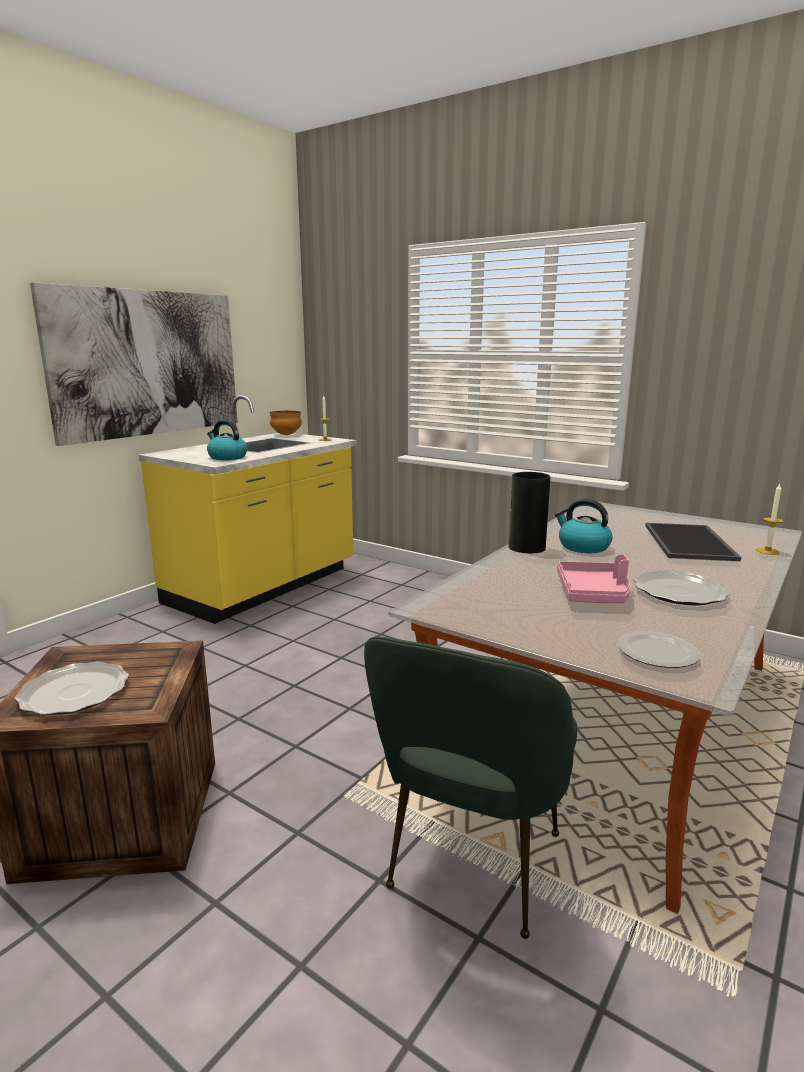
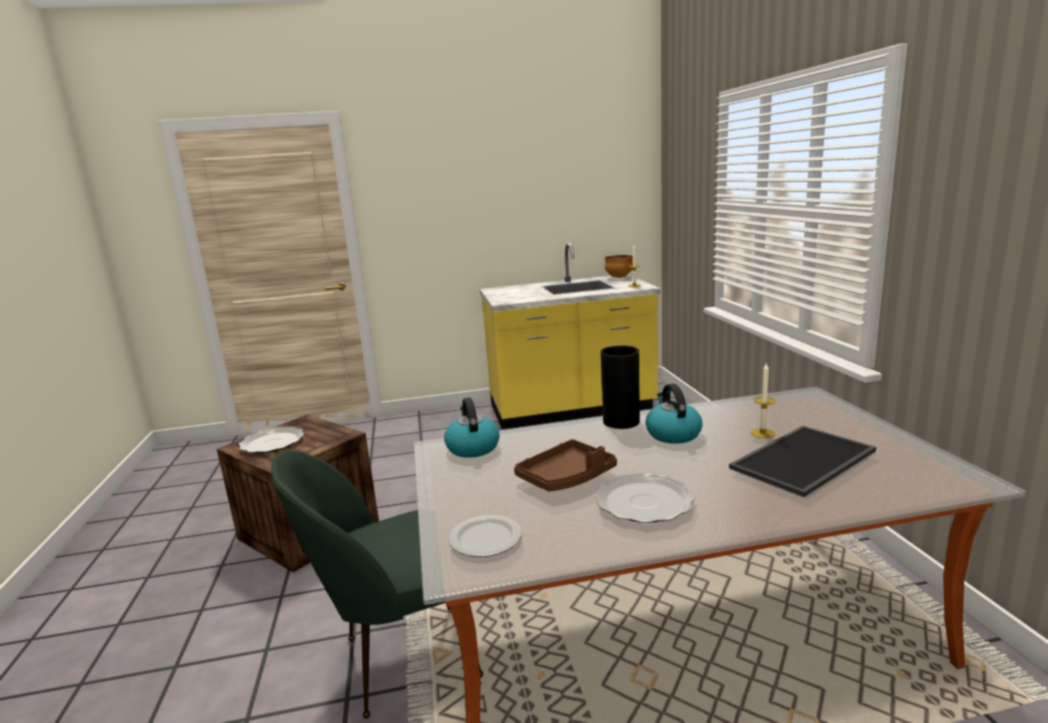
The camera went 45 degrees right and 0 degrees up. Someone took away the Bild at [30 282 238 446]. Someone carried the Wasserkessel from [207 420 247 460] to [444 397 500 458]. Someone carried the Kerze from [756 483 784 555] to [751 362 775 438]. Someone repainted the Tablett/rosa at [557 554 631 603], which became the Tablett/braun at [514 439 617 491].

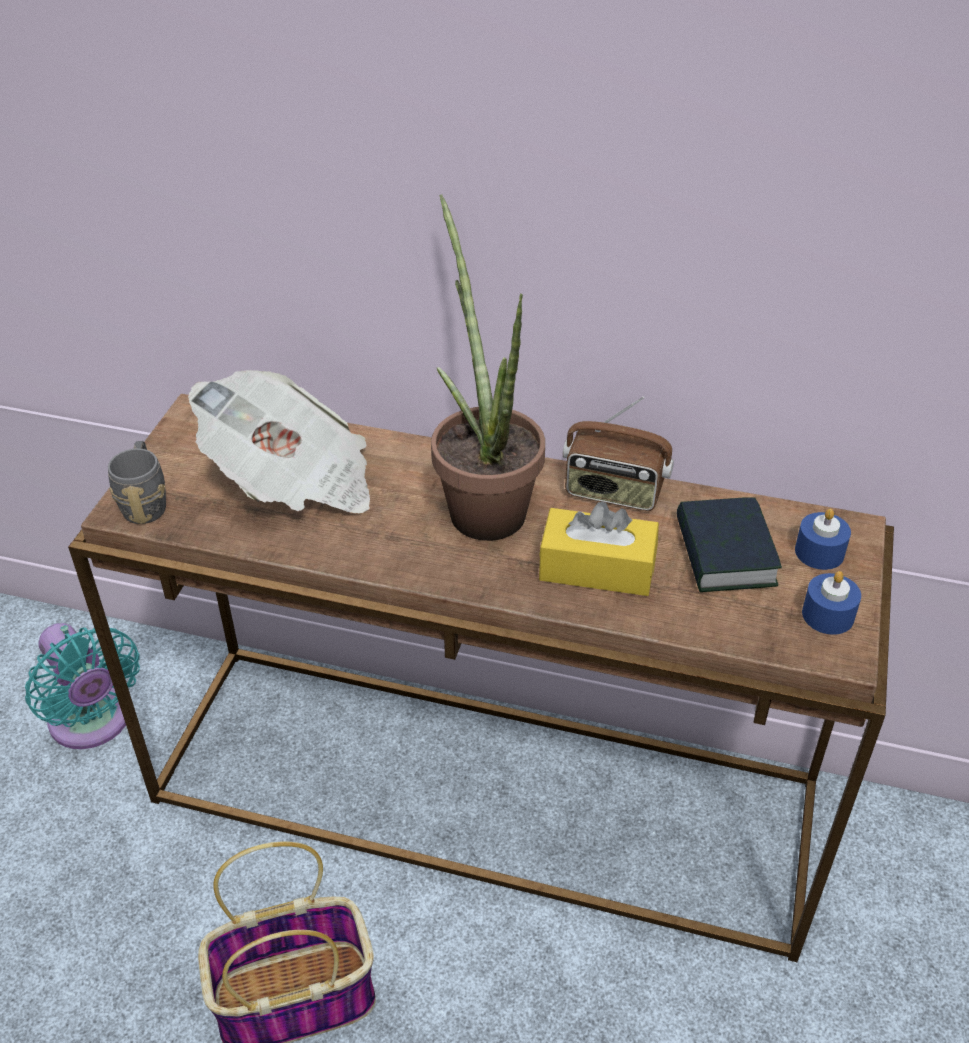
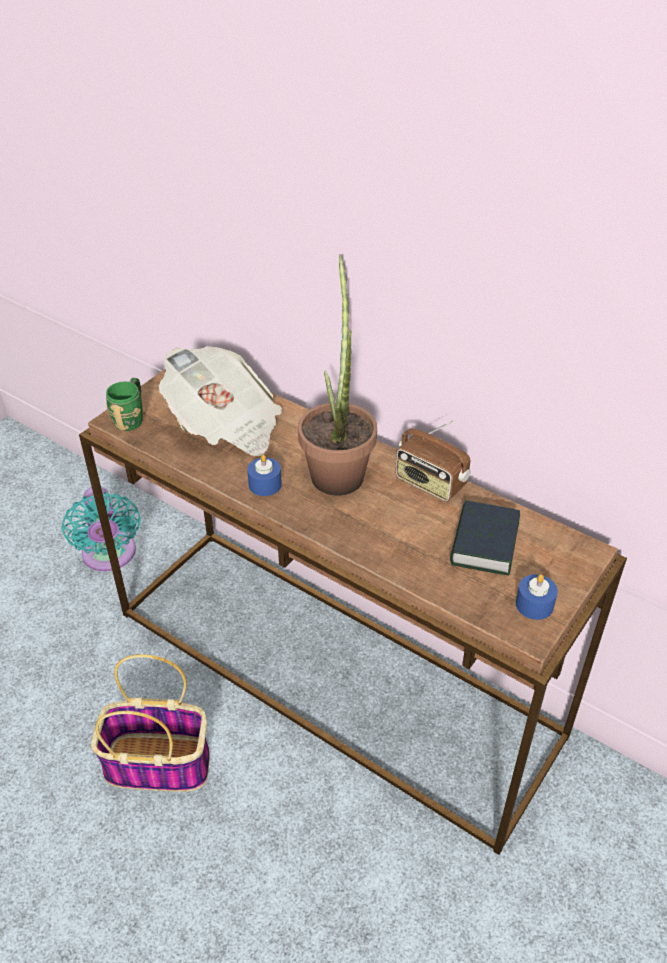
The camera went 20 degrees right and 0 degrees up. Someone took away the Taschentuchbox/gelb at [539 502 659 596]. Someone carried the Kerze/blau from [795 509 851 570] to [247 455 282 496]. Someone repainted the Henkelbecher/grau at [108 441 166 524], which became the Henkelbecher/grün at [106 378 143 431].

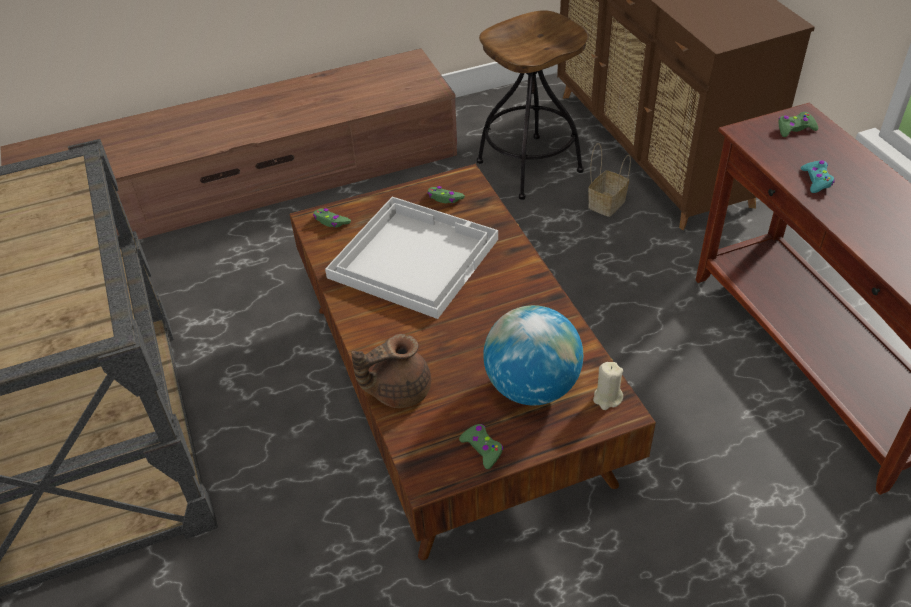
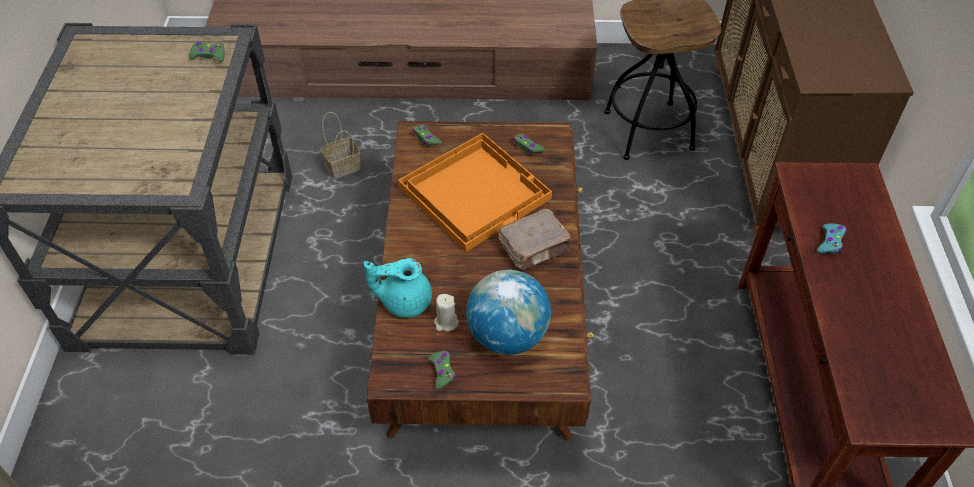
The camera went 20 degrees right and 5 degrees up. Someone put down the Buch/braun at [498 209 573 270]. Someone carried the Korb from [588 143 631 217] to [320 112 361 179]. Someone carried the Kerze/beige from [593 362 623 410] to [434 294 459 332]. Someone carried the Gamepad/grün from [778 112 818 137] to [189 41 224 62]. Someone repainted the Tablett/weiß at [325 197 498 319], which became the Tablett/orange at [398 133 552 252]. Someone repainted the Teekanne/braun at [351 334 431 408], which became the Teekanne/türkis at [364 258 432 318].

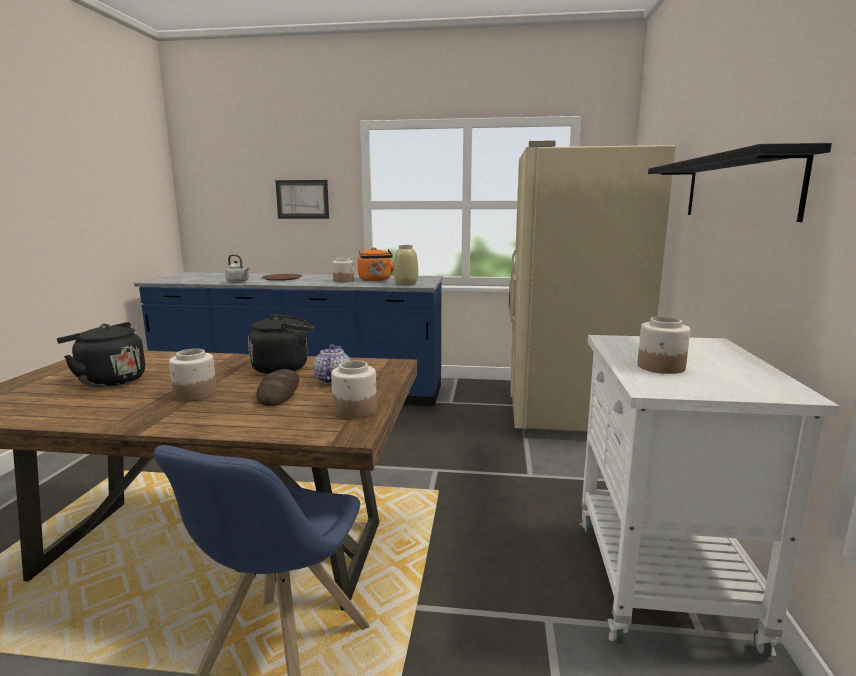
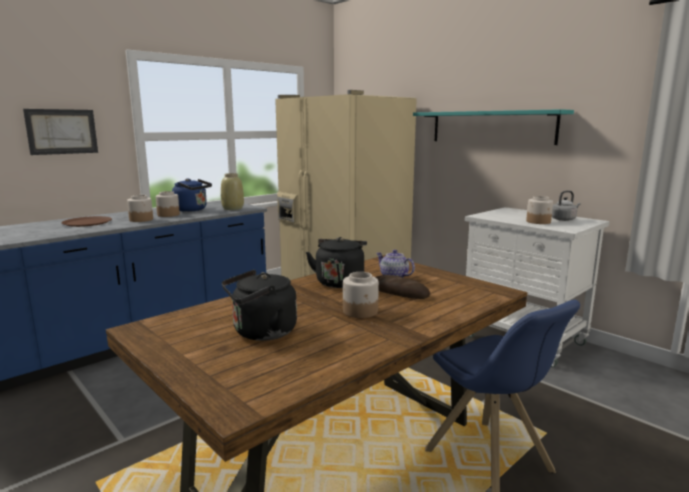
The camera went 50 degrees left and 0 degrees up. Someone carried the Wasserkessel/grau from [225 254 249 283] to [552 191 581 221]. Someone carried the Vorratsglas from [331 361 377 418] to [127 195 153 222]. Someone repainted the Wasserkessel/orange at [358 247 394 281], which became the Wasserkessel/blau at [172 178 212 212]. Someone repainted the Wandregal/schwarz at [648 143 832 222], which became the Wandregal/türkis at [413 109 574 145].

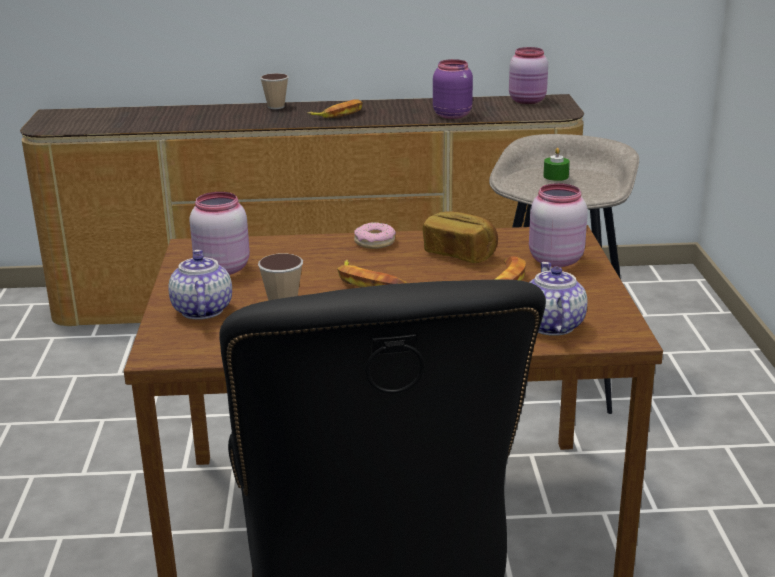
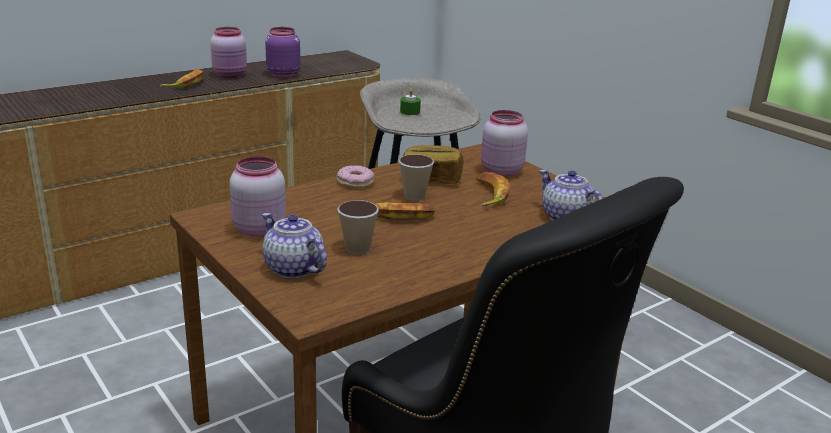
The camera went 35 degrees left and 0 degrees up. Someone carried the Tasse from [260 73 289 109] to [398 154 434 201]. Someone carried the Vorratsglas/rosa from [509 47 548 104] to [210 27 247 78].

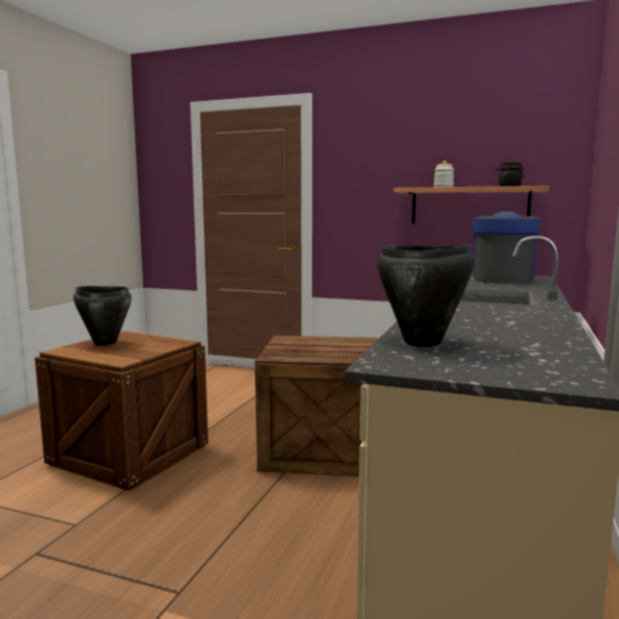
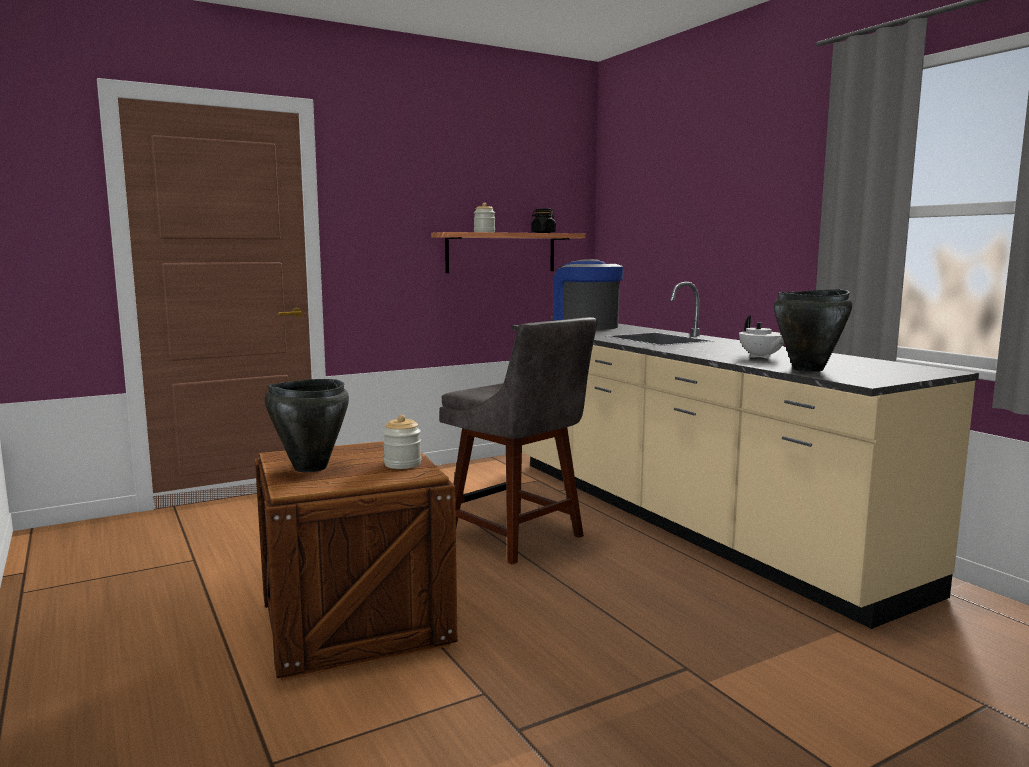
The camera went 50 degrees left and 0 degrees up. Someone put down the Vorratsglas at [383 415 421 469]. Someone put down the Teekanne/weiß at [739 315 784 359]. Someone swapped the Kiste at [255 335 378 477] for the Hocker/grau at [439 317 597 565].

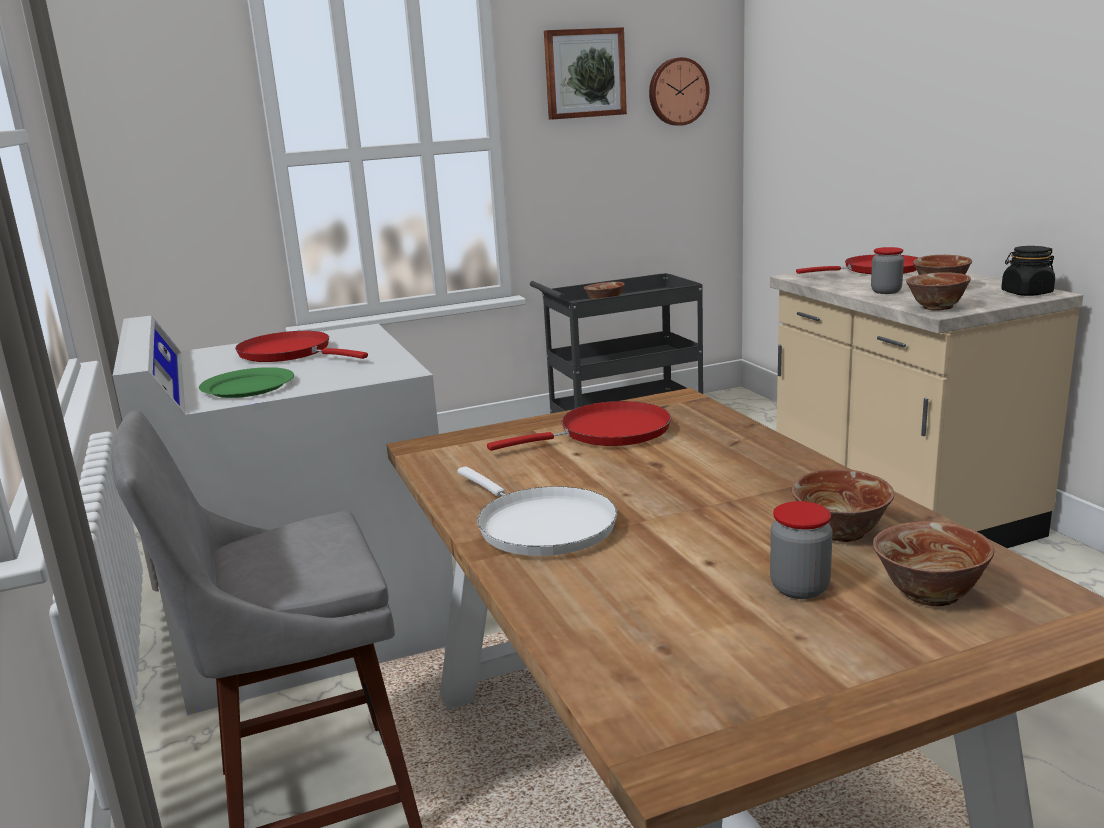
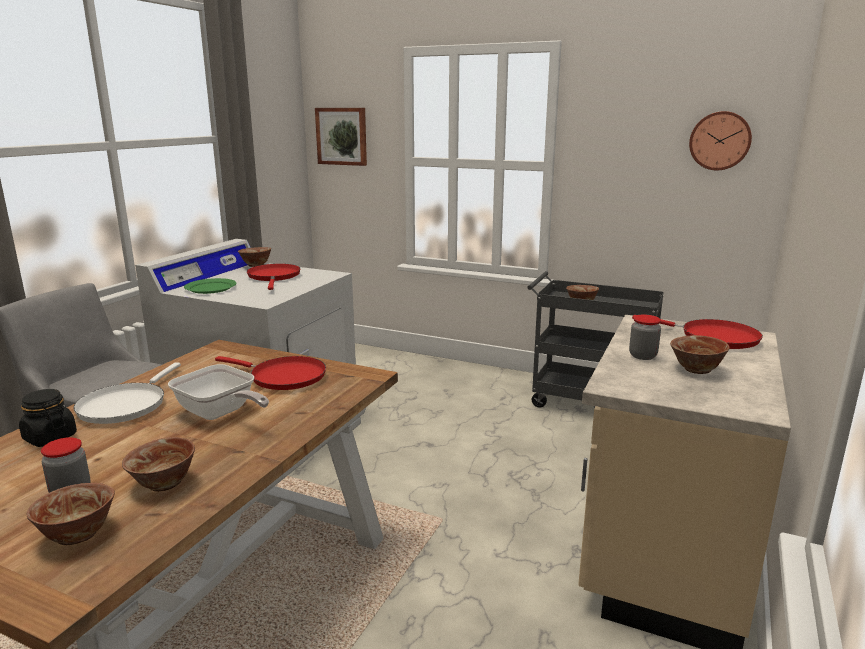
The camera went 45 degrees right and 0 degrees up. Someone put down the Pfanne at [168 364 269 420]. Someone carried the Bild from [544 27 627 120] to [315 108 367 166]. Someone carried the Schüssel from [906 272 971 311] to [238 247 271 267]. Someone carried the Vorratsglas/schwarz from [1001 246 1055 296] to [19 389 77 447].

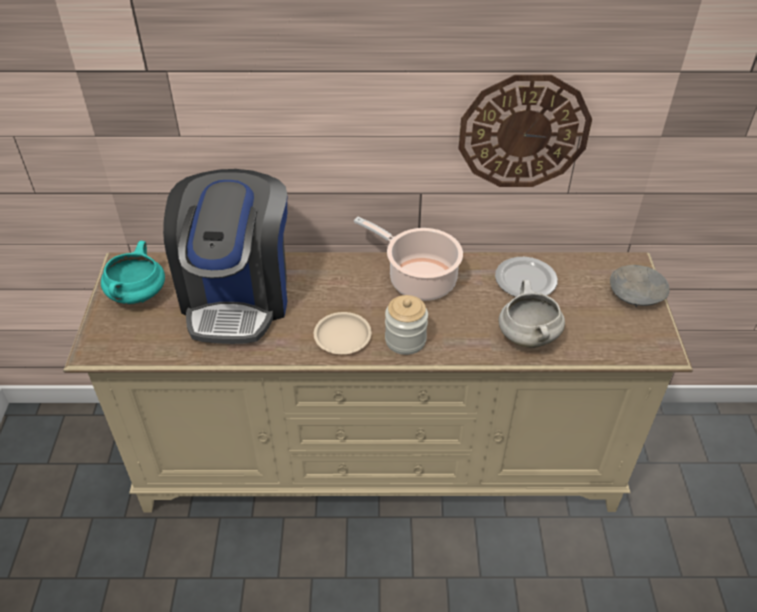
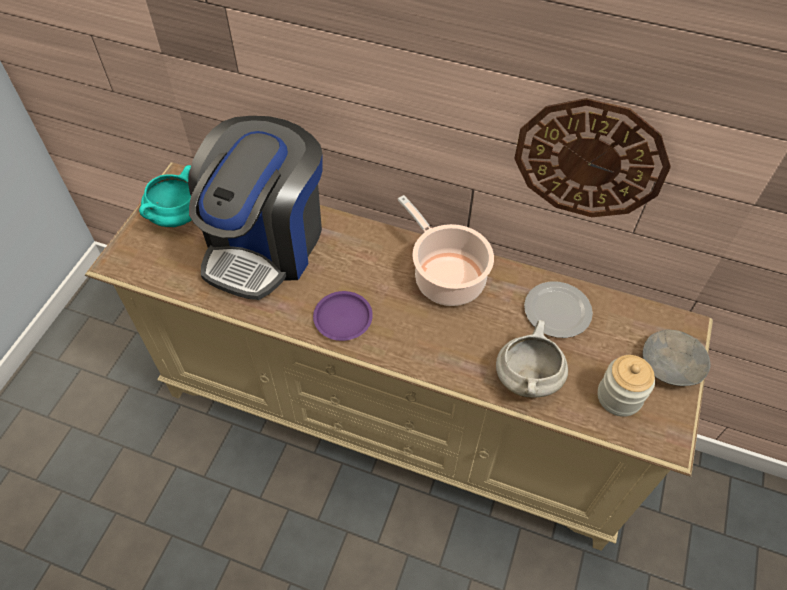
The camera went 20 degrees right and 10 degrees up. Someone carried the Vorratsglas from [385 295 428 355] to [598 355 655 417]. Someone repainted the Teller/beige at [314 312 372 354], which became the Teller/lila at [313 291 373 341].

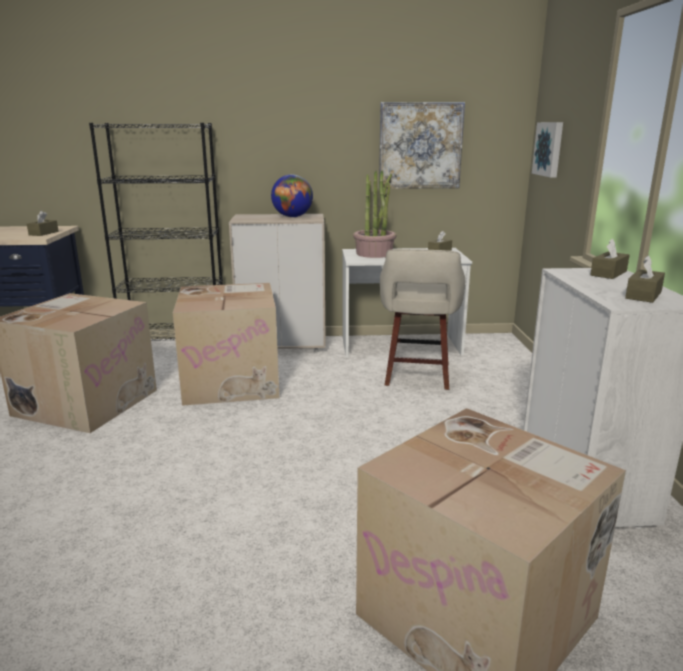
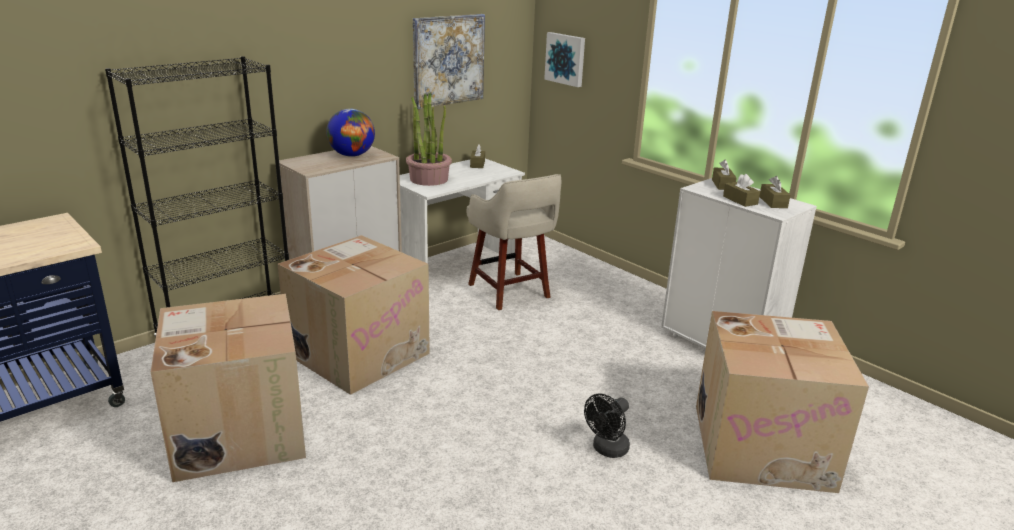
The camera went 40 degrees left and 5 degrees up. Someone put down the Ventilator/schwarz at [584 393 630 458]. Someone carried the Taschentuchbox/braun from [27 211 59 236] to [723 174 760 207].

